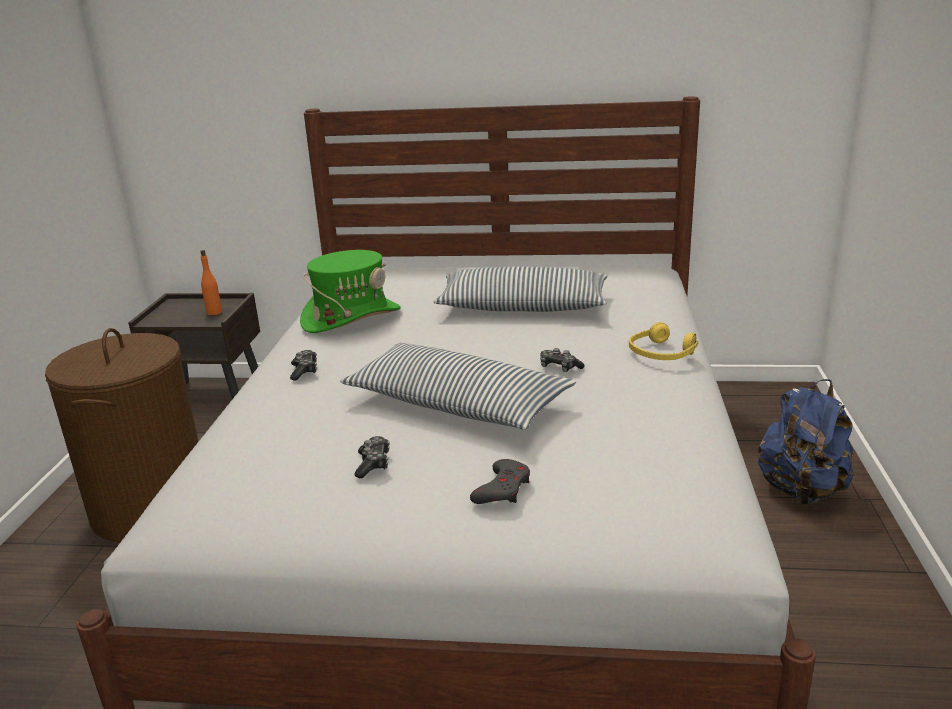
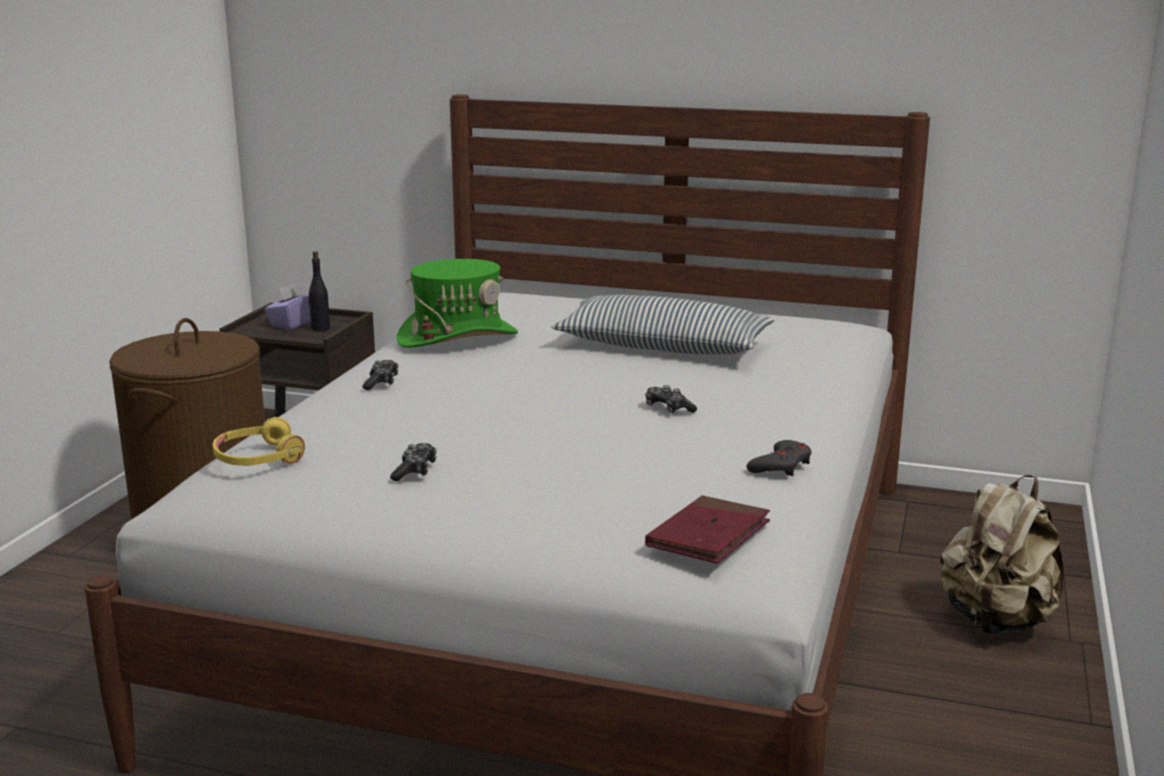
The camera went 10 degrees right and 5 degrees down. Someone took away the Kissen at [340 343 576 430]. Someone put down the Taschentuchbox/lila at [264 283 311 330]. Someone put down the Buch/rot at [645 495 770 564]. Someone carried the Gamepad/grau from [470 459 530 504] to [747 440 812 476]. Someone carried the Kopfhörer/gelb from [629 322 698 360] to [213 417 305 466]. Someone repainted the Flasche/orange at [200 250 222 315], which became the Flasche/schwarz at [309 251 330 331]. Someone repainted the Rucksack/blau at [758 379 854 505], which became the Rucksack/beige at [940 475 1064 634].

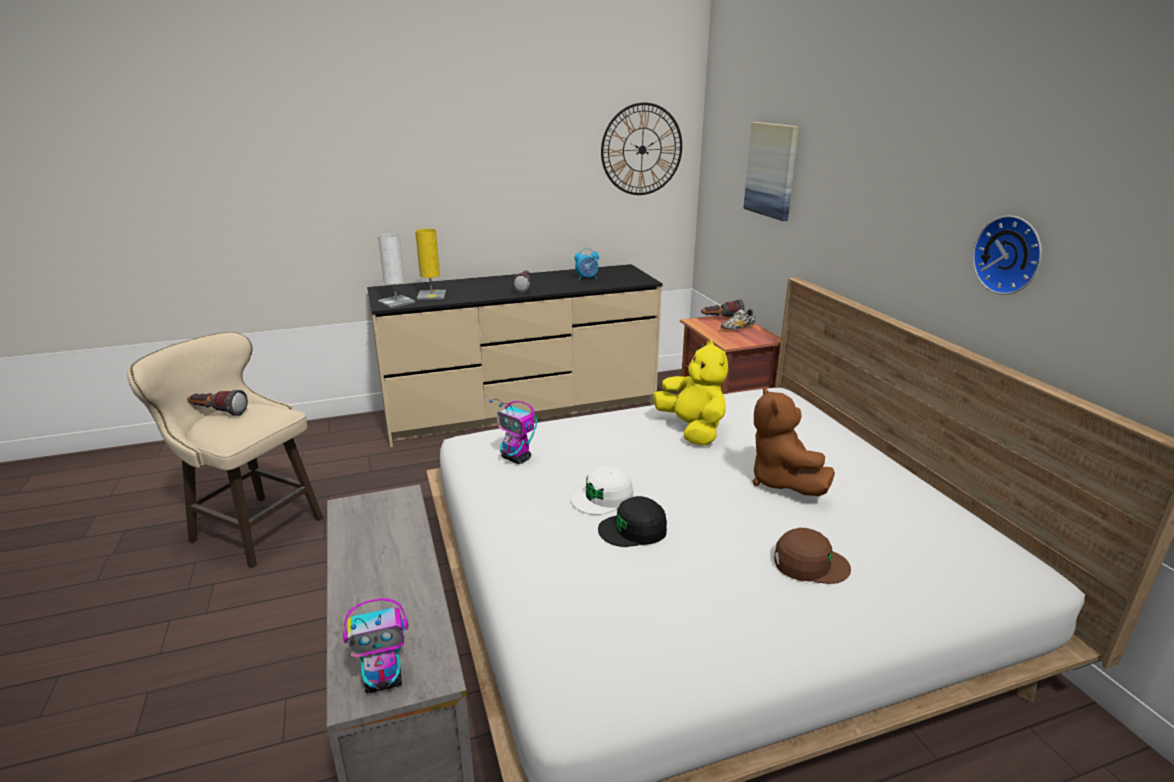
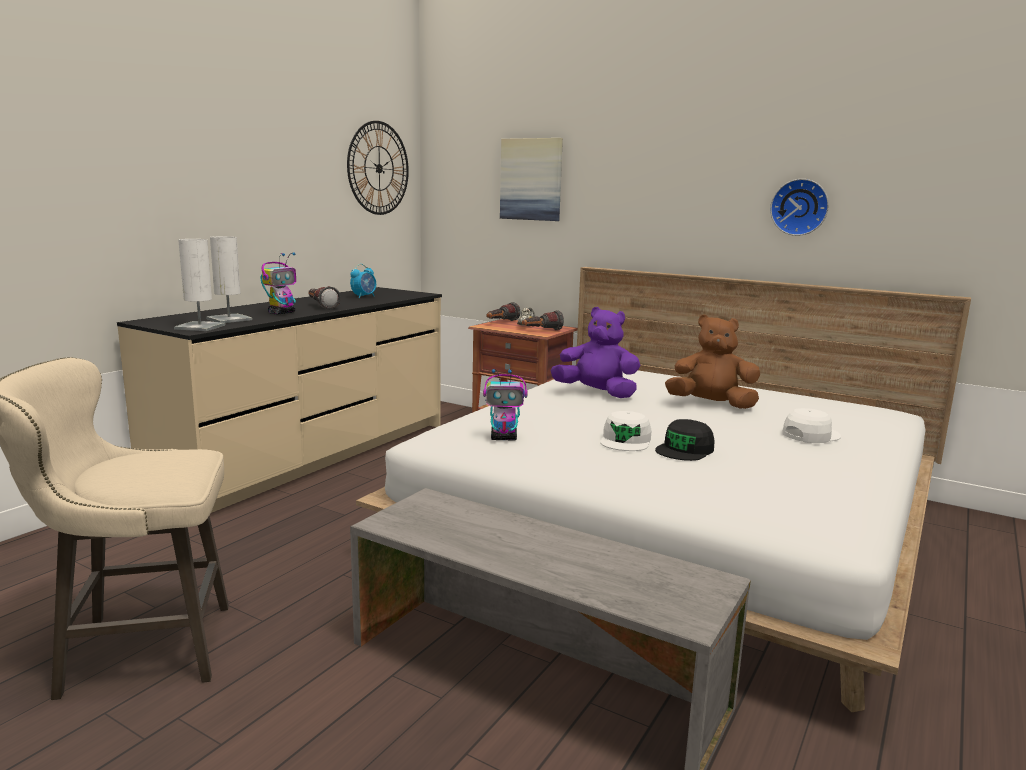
The camera went 40 degrees left and 10 degrees down. Someone carried the Taschenlampe from [187 390 248 416] to [522 310 564 330]. Someone carried the Spielzeugroboter from [343 598 408 694] to [260 252 296 314]. Someone repainted the Tischlampe/gelb at [415 229 446 300], which became the Tischlampe/weiß at [206 236 252 323]. Someone repainted the Plüschtier/gelb at [653 340 728 446], which became the Plüschtier/lila at [550 307 640 398]. Someone repainted the Kappe/braun at [774 528 851 584], which became the Kappe/weiß at [782 408 841 443]. Someone rotated the Plüschtier/braun at [752 386 835 496] by 150 degrees clockwise.

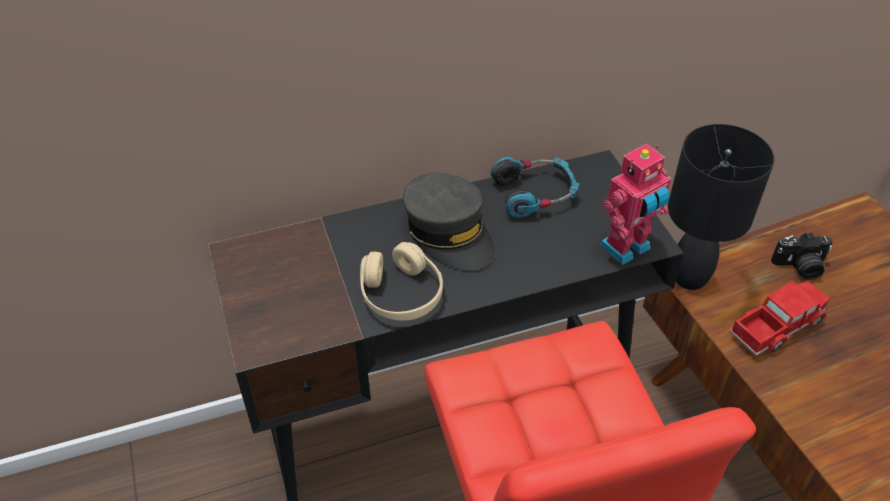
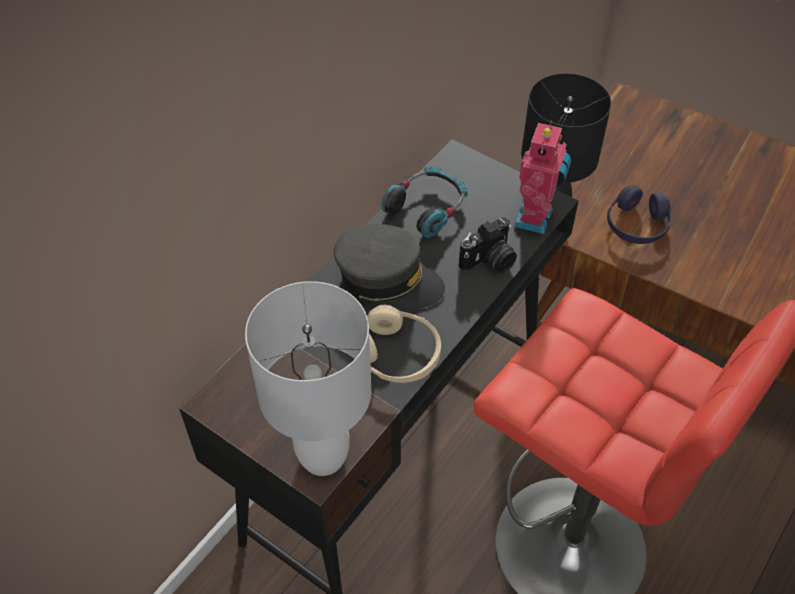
The camera went 35 degrees left and 5 degrees up. Someone put down the Tischlampe/weiß at [245 281 371 476]. Someone carried the Kamera from [771 232 832 280] to [459 217 517 273]. Someone swapped the Spielzeuglaster at [729 281 829 356] for the Kopfhörer/lila at [607 185 671 244].

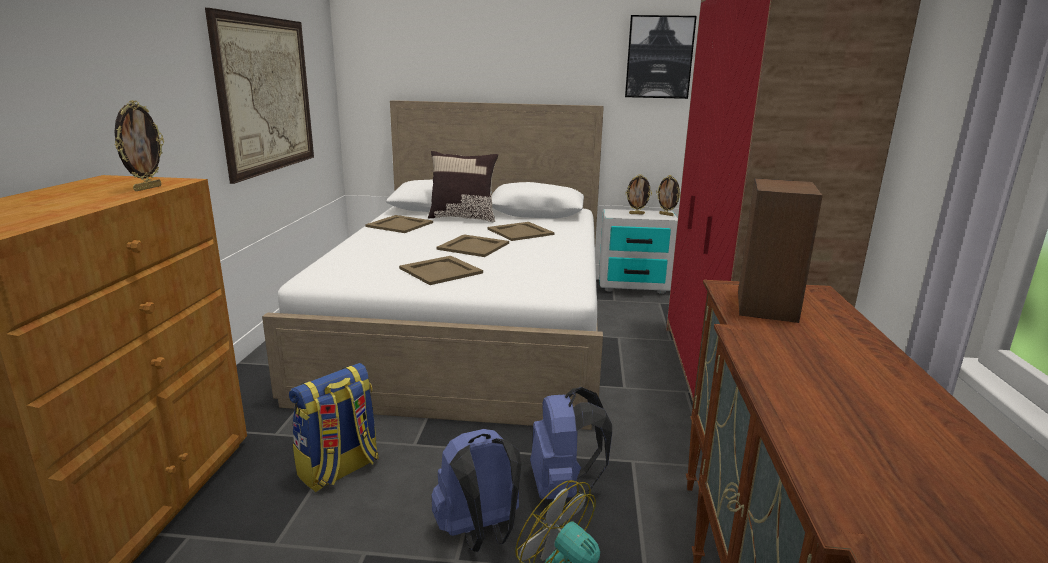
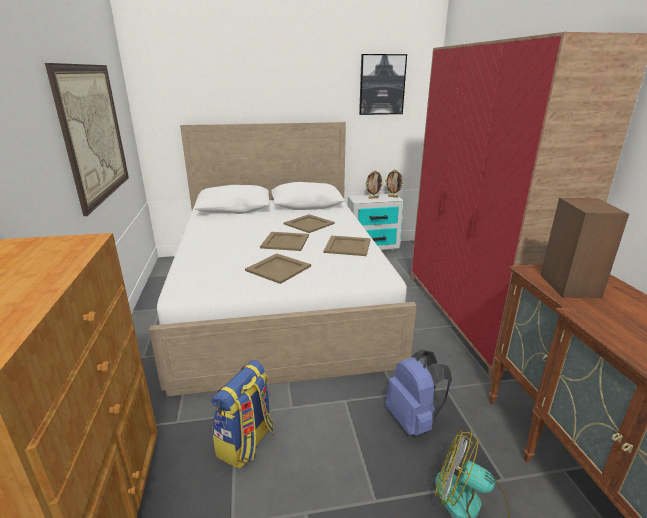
The camera went 15 degrees left and 5 degrees up. Someone took away the Bilderrahmen at [114 100 164 191]. Someone took away the Kissen at [428 151 498 223]. Someone took away the Rucksack/blau at [431 429 521 552]. Someone carried the Tablett/beige from [365 215 433 233] to [324 236 371 256].

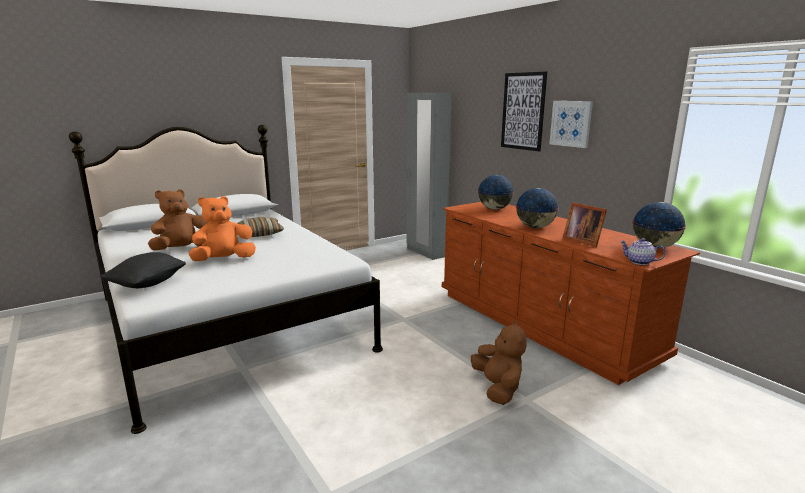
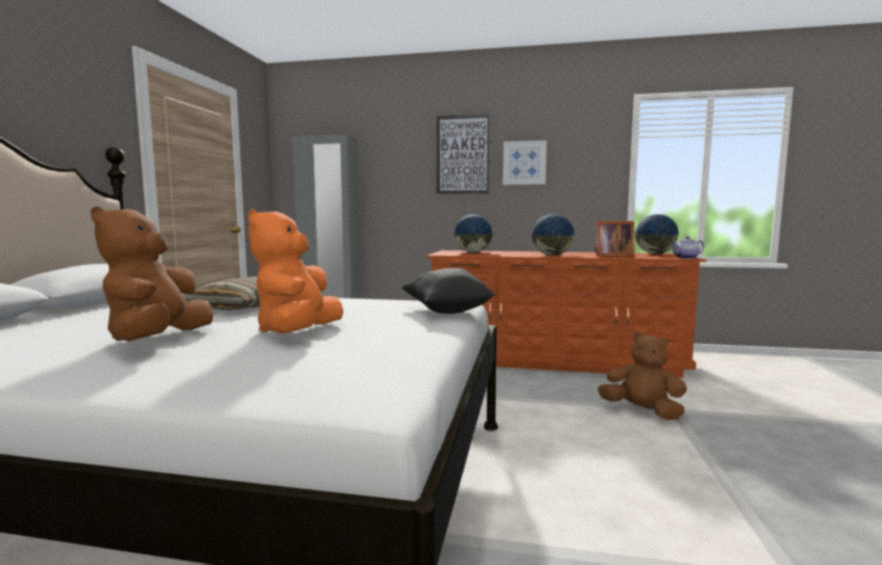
The camera went 45 degrees left and 10 degrees down. Someone carried the Kissen/schwarz from [99 252 186 288] to [402 268 496 314].

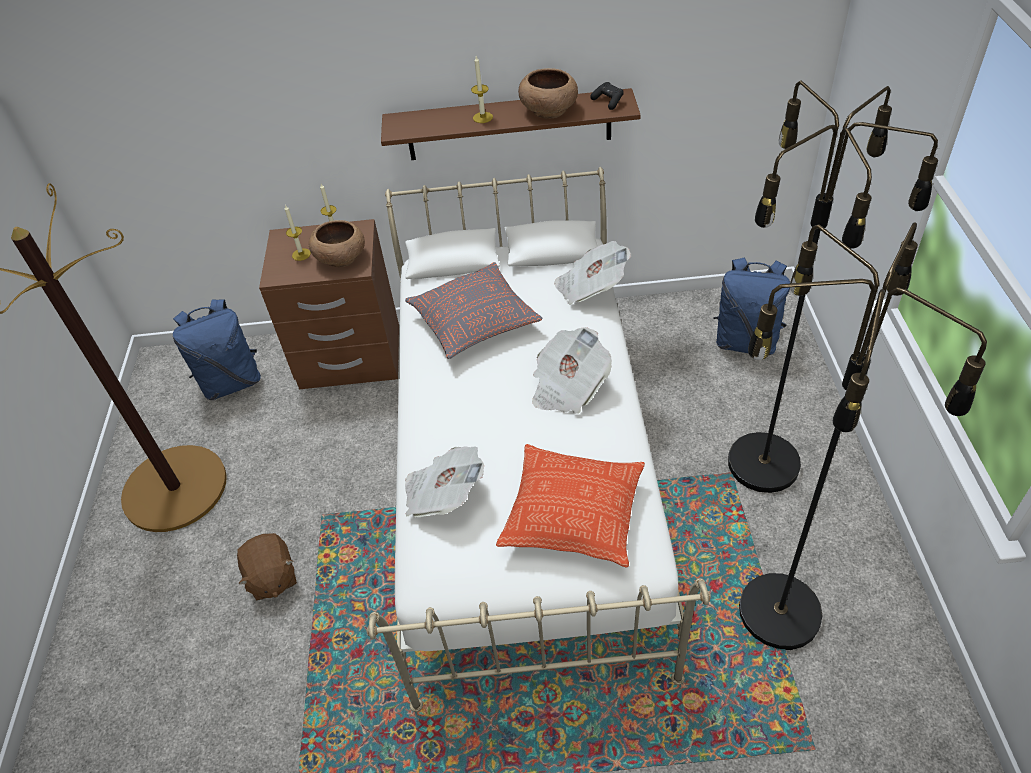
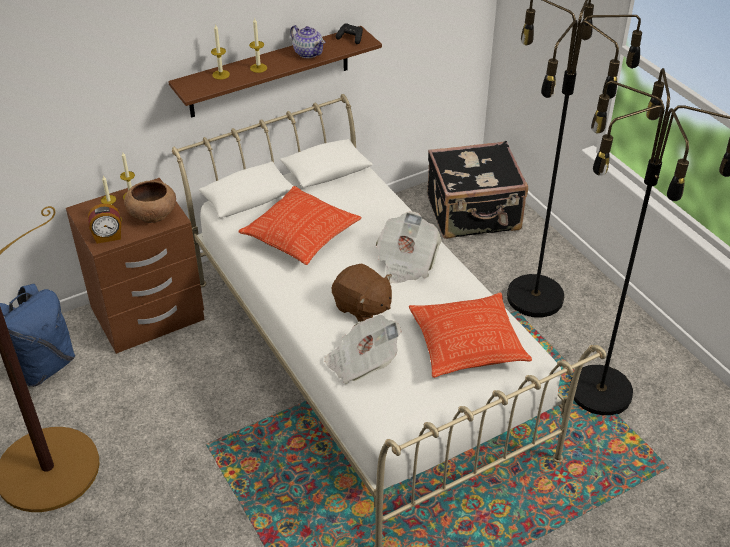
The camera went 30 degrees left and 5 degrees down. Someone took away the Zeitung at [554 241 631 305]. Someone put down the Wecker at [88 204 121 244]. Someone put down the Kerze at [211 24 230 80]. Someone carried the Plüschtier/braun from [237 533 297 600] to [332 263 392 322]. Someone swapped the Schüssel/braun at [518 68 578 119] for the Teekanne at [290 25 325 58]. Someone swapped the Rucksack/blau at [714 258 790 355] for the Koffer/schwarz at [427 141 528 239]. Someone repainted the Kissen/grau at [405 262 542 359], which became the Kissen/orange at [238 186 362 265].

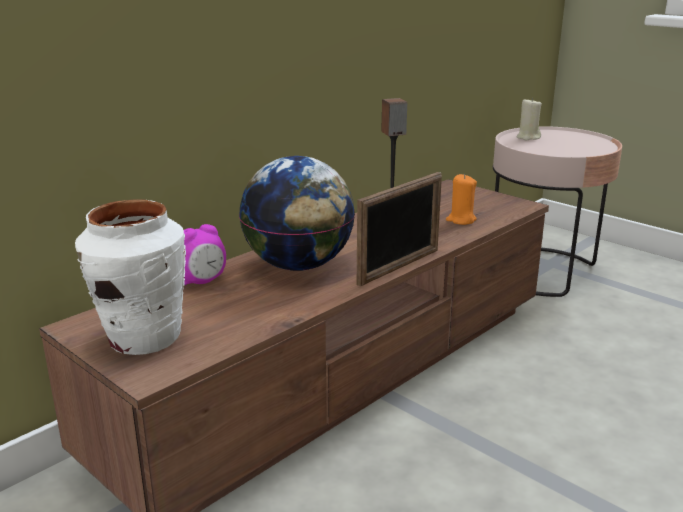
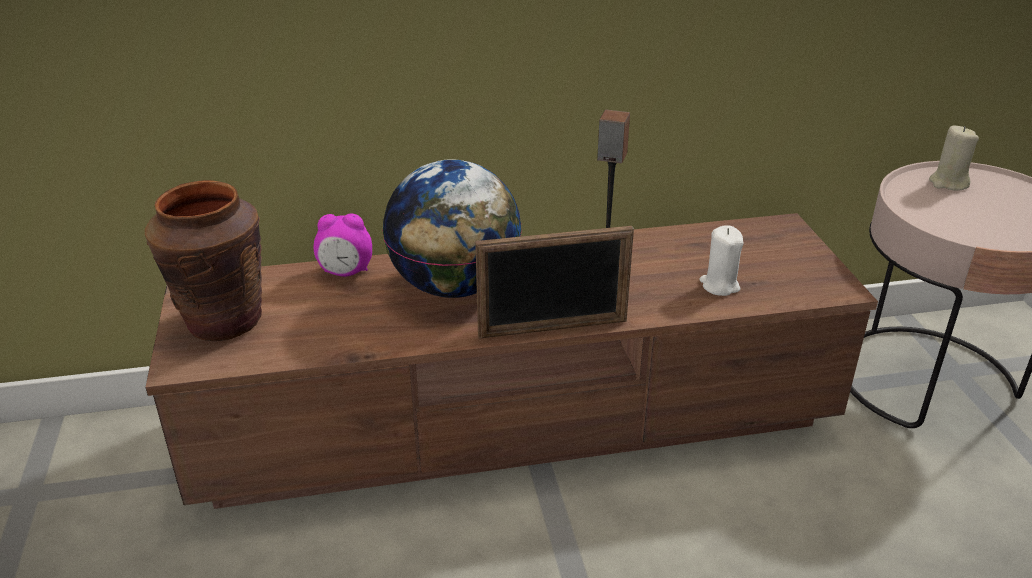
The camera went 35 degrees right and 10 degrees up. Someone repainted the Vase/weiß at [75 199 186 355], which became the Vase/braun at [145 180 262 341]. Someone repainted the Kerze/orange at [446 174 477 225], which became the Kerze/weiß at [699 225 744 296].

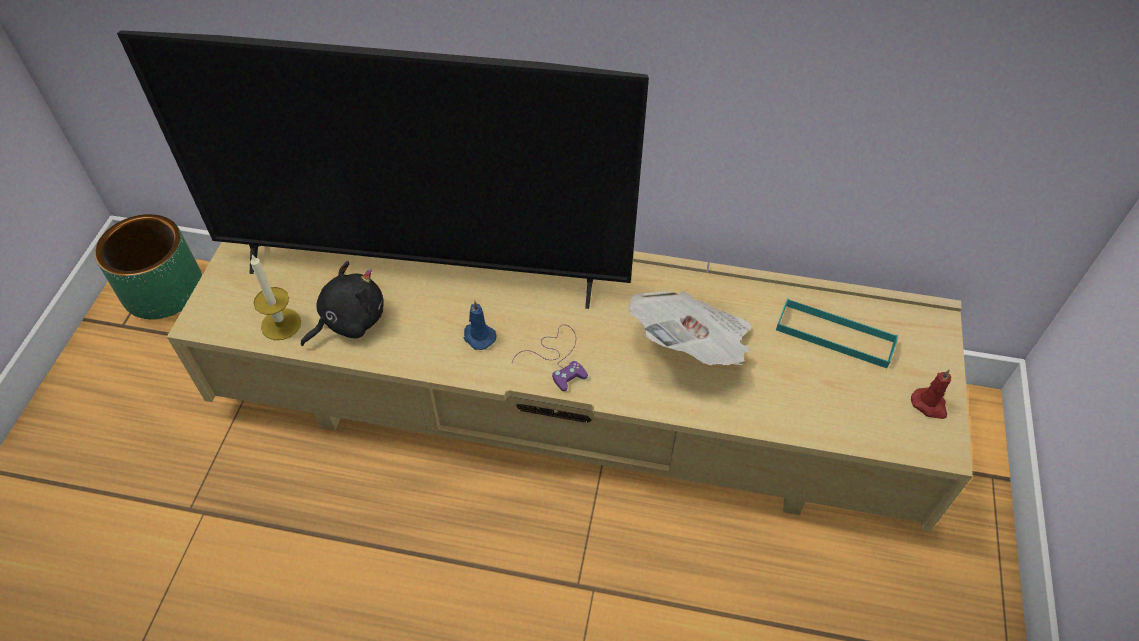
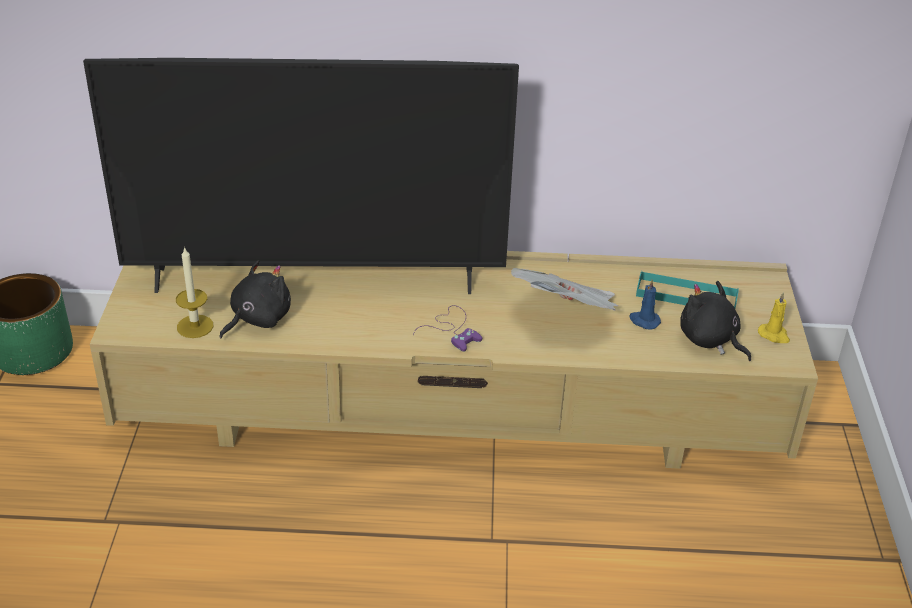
The camera went 10 degrees left and 15 degrees down. Someone put down the Plüschtier/schwarz at [680 281 751 361]. Someone carried the Kerze/blau from [464 301 496 350] to [629 279 661 329]. Someone repainted the Kerze/rot at [911 369 951 419], which became the Kerze/gelb at [758 292 790 343].

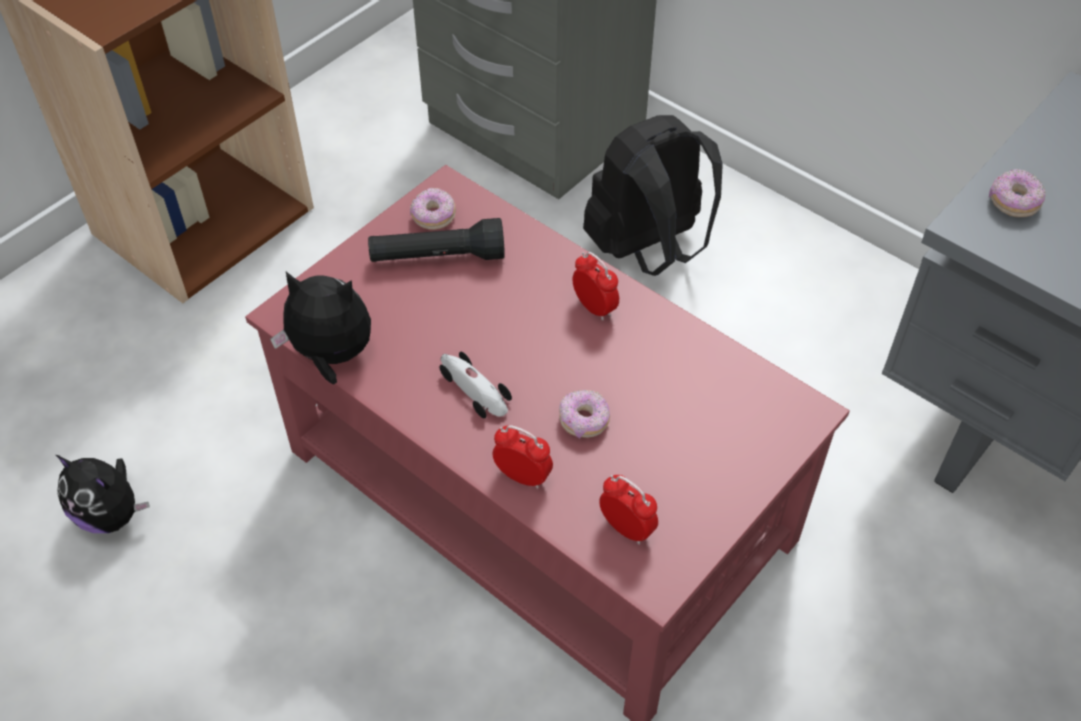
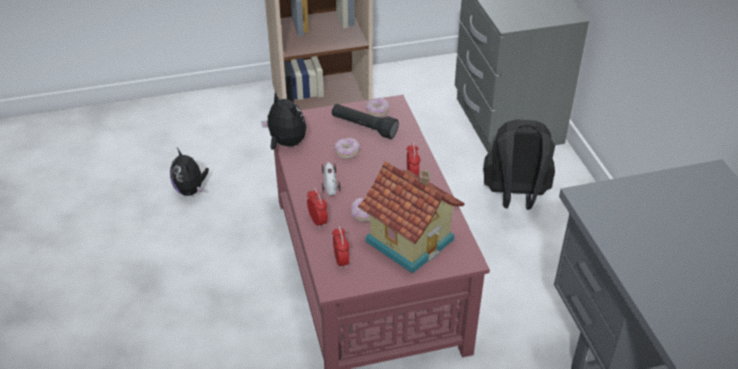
The camera went 35 degrees right and 10 degrees down. Someone put down the Spielzeughaus at [358 161 465 274]. Someone carried the Donut from [989 169 1045 217] to [335 138 360 159].

